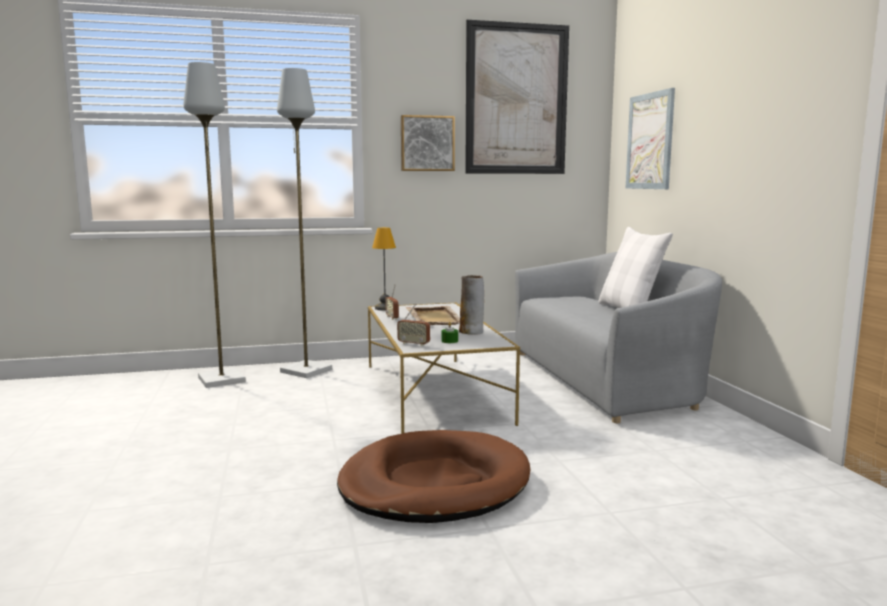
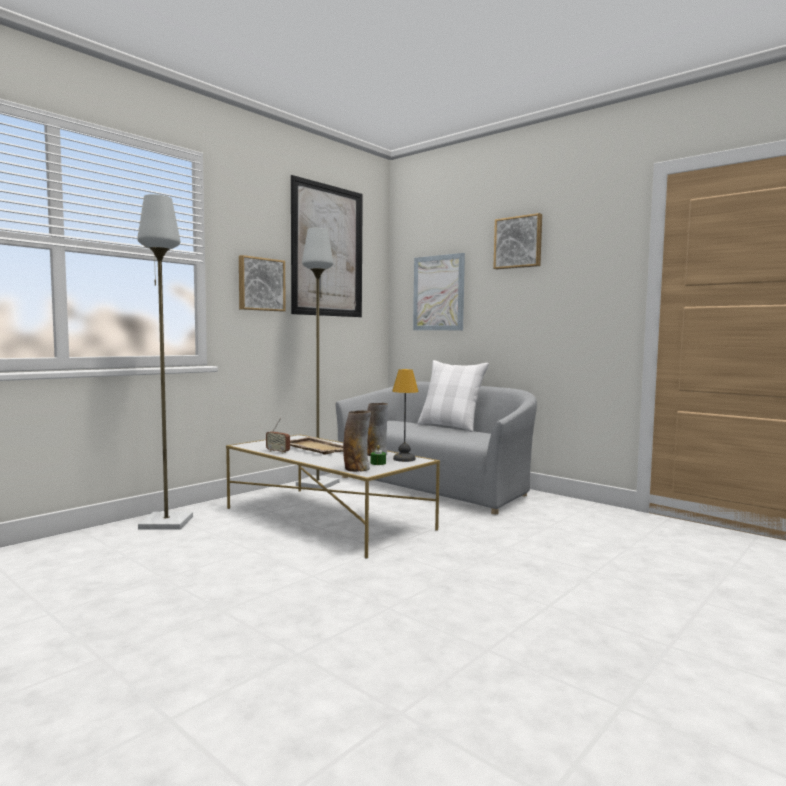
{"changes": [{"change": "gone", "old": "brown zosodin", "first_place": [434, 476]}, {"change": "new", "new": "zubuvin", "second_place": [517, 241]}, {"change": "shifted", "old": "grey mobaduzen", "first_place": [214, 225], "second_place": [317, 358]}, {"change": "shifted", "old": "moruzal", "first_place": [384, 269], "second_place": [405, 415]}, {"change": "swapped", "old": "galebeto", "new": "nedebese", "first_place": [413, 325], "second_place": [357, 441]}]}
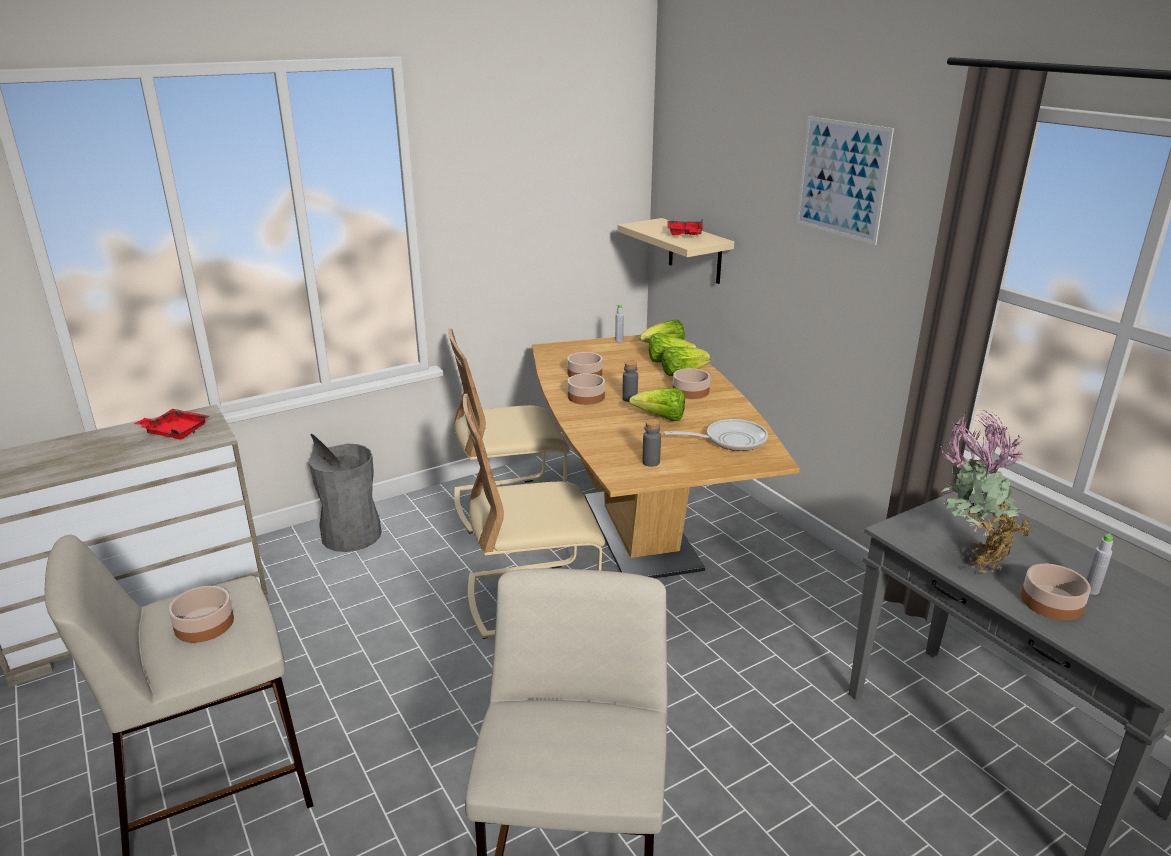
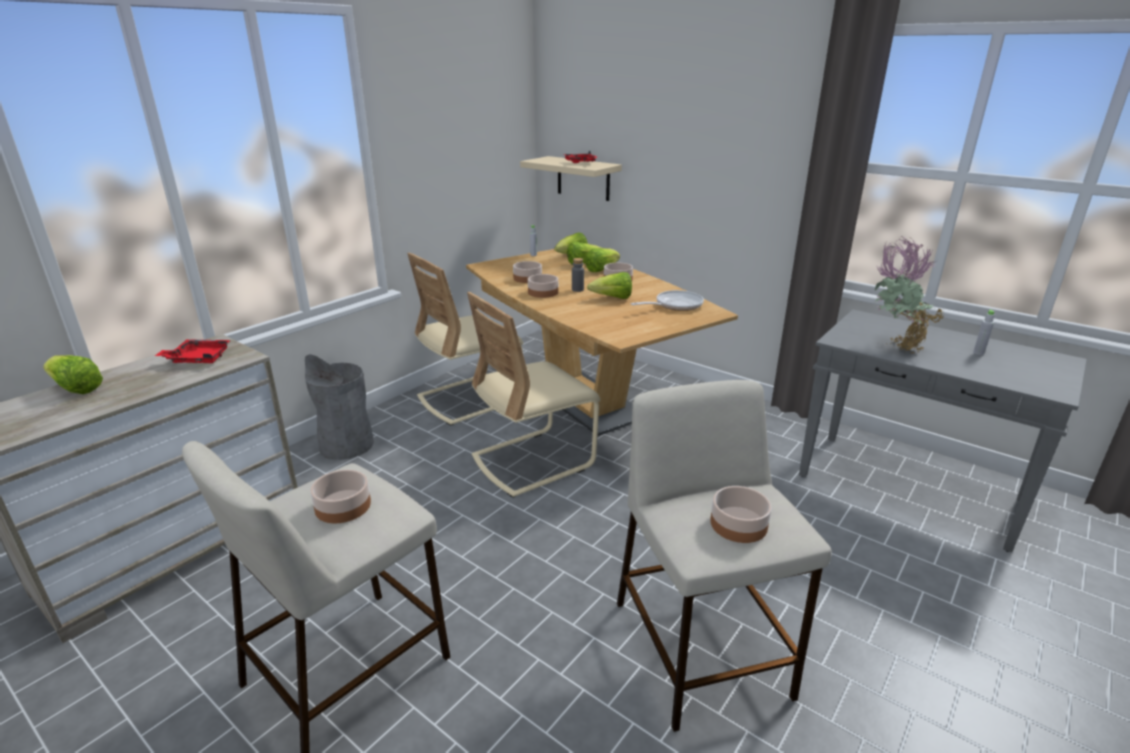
{"changes": [{"change": "gone", "old": "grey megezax", "first_place": [651, 443]}, {"change": "gone", "old": "zubuvin", "first_place": [845, 180]}, {"change": "new", "new": "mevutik", "second_place": [73, 374]}, {"change": "shifted", "old": "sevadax", "first_place": [1056, 592], "second_place": [741, 514]}]}
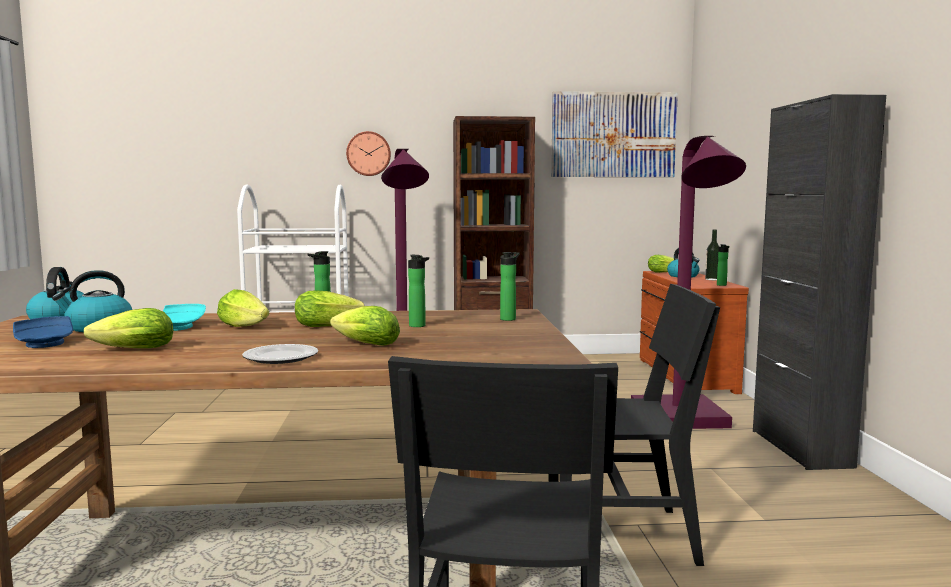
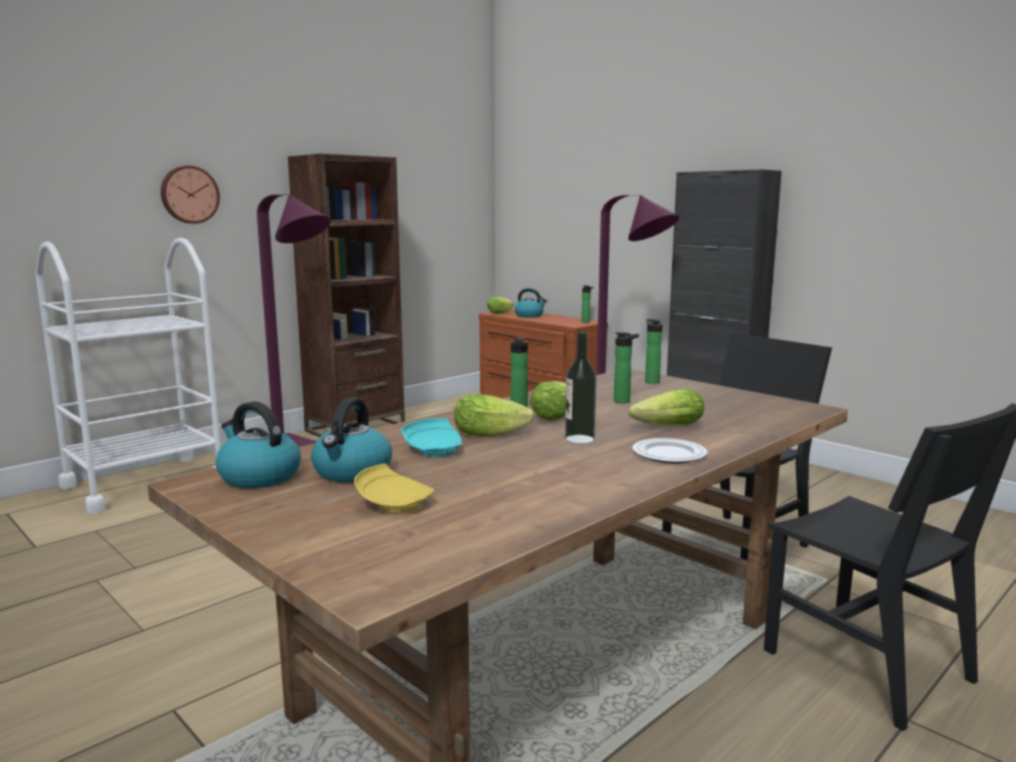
{"changes": [{"change": "gone", "old": "mevutik", "first_place": [128, 328]}, {"change": "gone", "old": "zubuvin", "first_place": [614, 134]}, {"change": "shifted", "old": "megezax", "first_place": [712, 255], "second_place": [580, 388]}, {"change": "repainted", "old": "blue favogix", "new": "yellow favogix", "first_place": [43, 332], "second_place": [394, 488]}]}
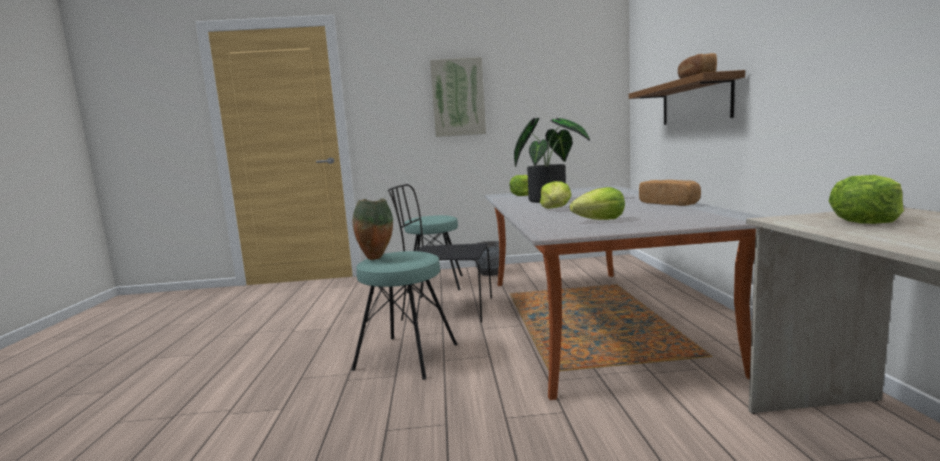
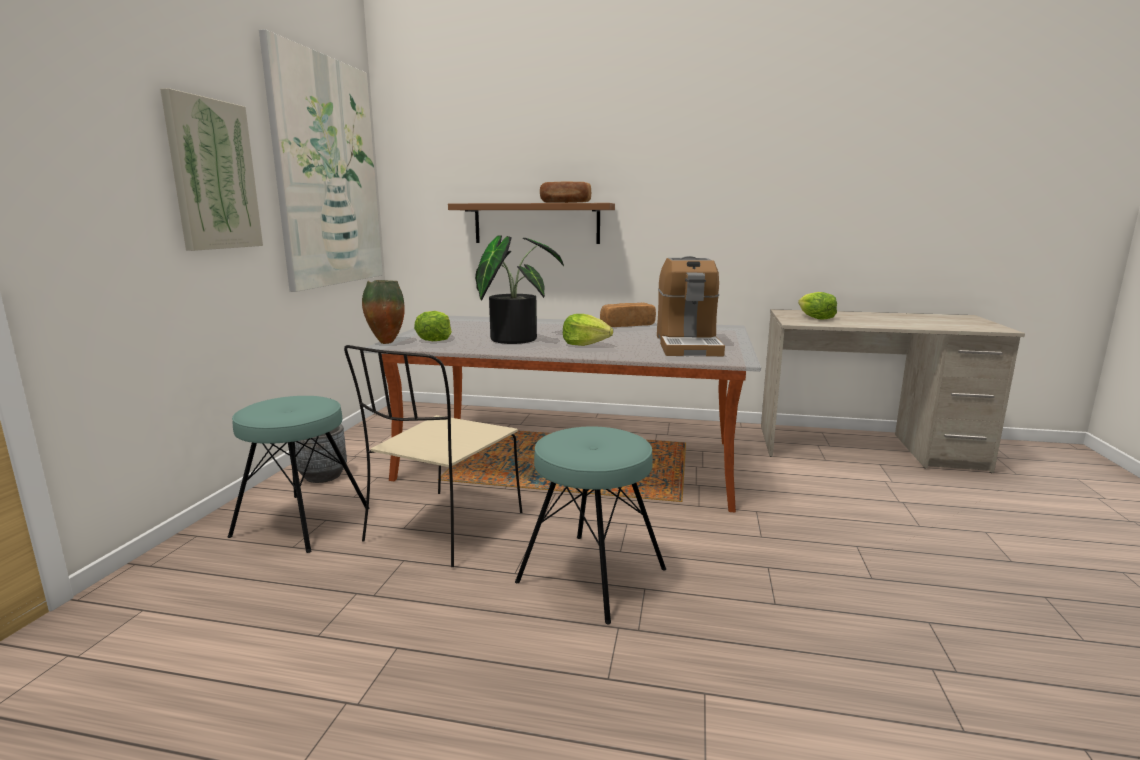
{"changes": [{"change": "new", "new": "zubuvin", "second_place": [321, 160]}, {"change": "shifted", "old": "nedebese", "first_place": [373, 229], "second_place": [383, 312]}, {"change": "swapped", "old": "mevutik", "new": "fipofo", "first_place": [597, 203], "second_place": [691, 306]}, {"change": "repainted", "old": "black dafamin", "new": "beige dafamin", "first_place": [440, 253], "second_place": [433, 456]}]}
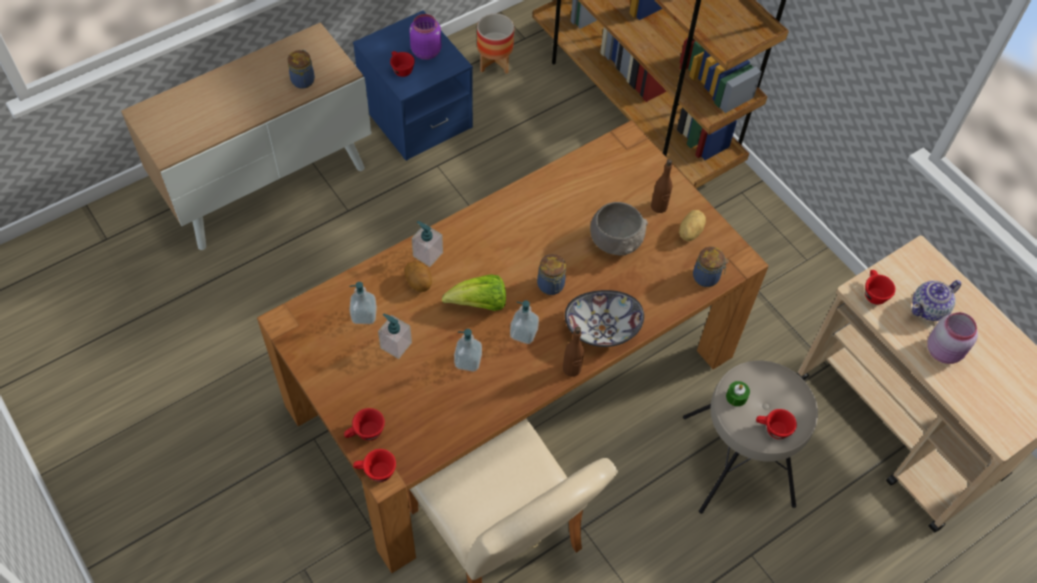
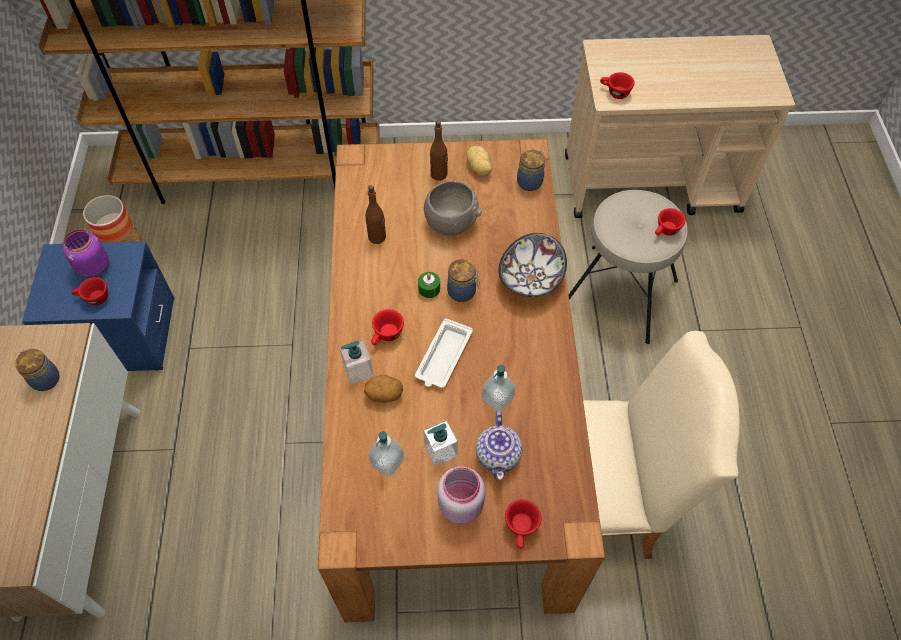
{"changes": [{"change": "gone", "old": "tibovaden", "first_place": [524, 322]}, {"change": "shifted", "old": "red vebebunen", "first_place": [374, 465], "second_place": [387, 327]}, {"change": "shifted", "old": "brown megezax", "first_place": [573, 352], "second_place": [375, 214]}, {"change": "shifted", "old": "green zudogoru", "first_place": [738, 394], "second_place": [429, 285]}, {"change": "shifted", "old": "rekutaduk", "first_place": [936, 300], "second_place": [499, 445]}, {"change": "shifted", "old": "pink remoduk", "first_place": [952, 338], "second_place": [461, 495]}, {"change": "swapped", "old": "mevutik", "new": "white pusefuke", "first_place": [474, 292], "second_place": [444, 353]}]}
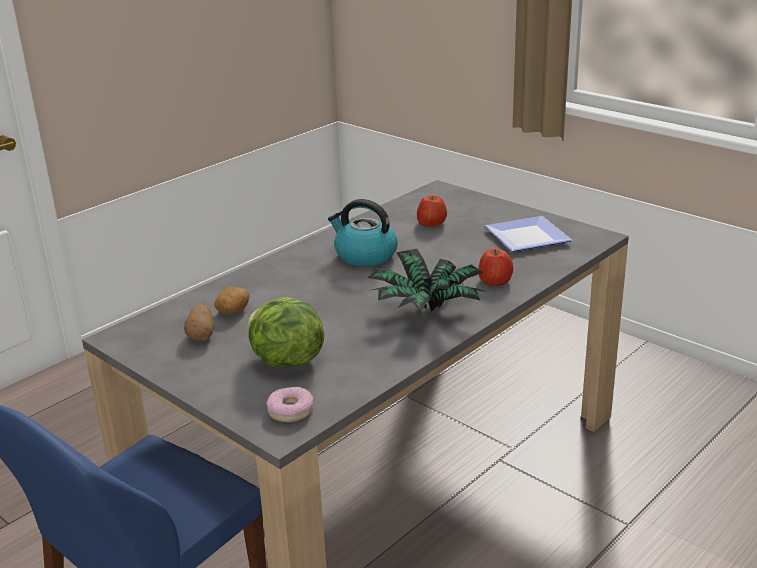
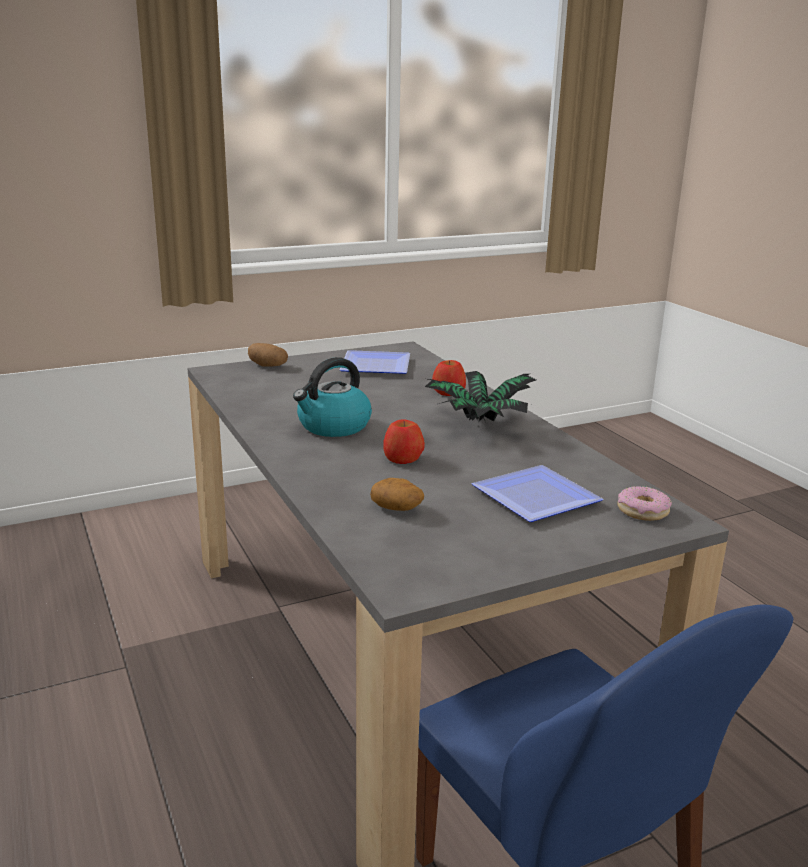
{"changes": [{"change": "shifted", "old": "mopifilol", "first_place": [199, 322], "second_place": [268, 355]}, {"change": "shifted", "old": "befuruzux", "first_place": [432, 211], "second_place": [404, 441]}, {"change": "swapped", "old": "mevutik", "new": "favogix", "first_place": [286, 332], "second_place": [537, 493]}]}
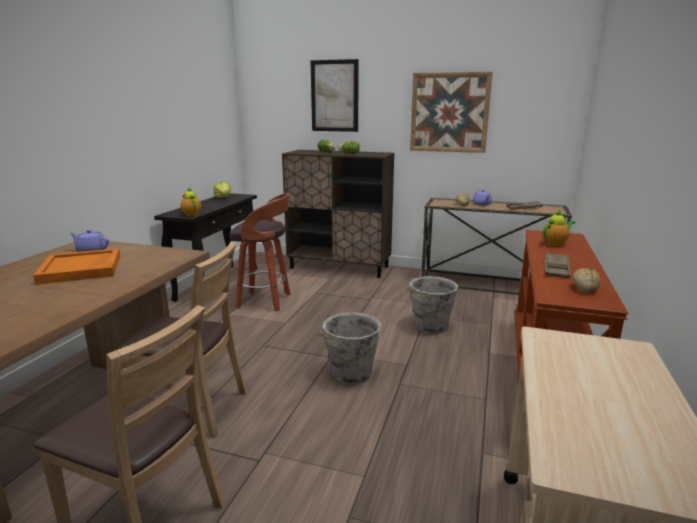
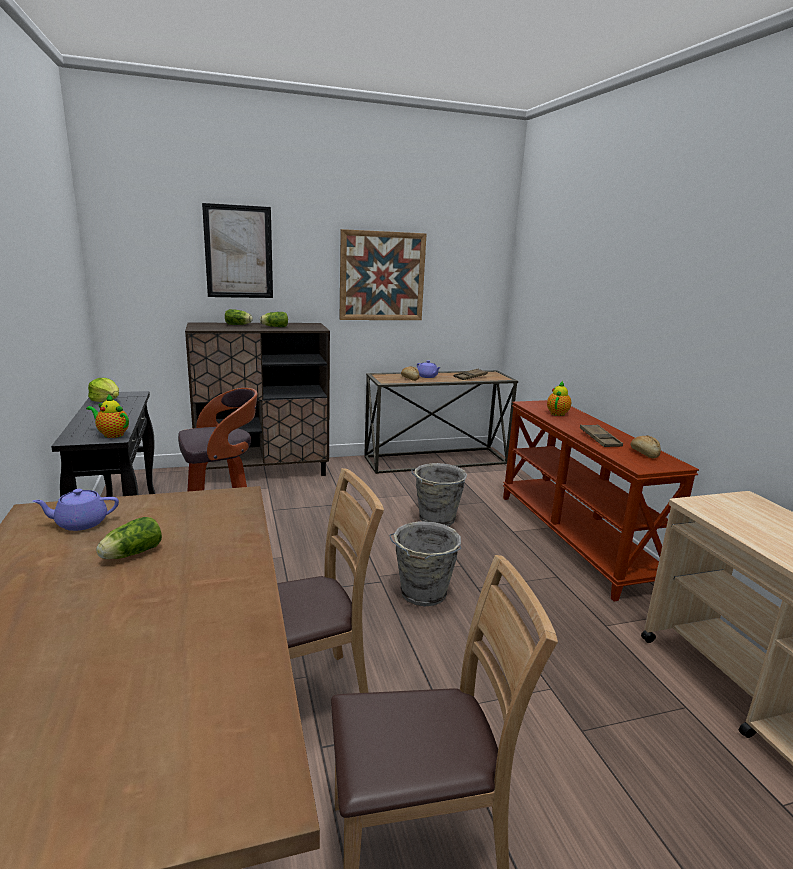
{"changes": [{"change": "swapped", "old": "orange pusefuke", "new": "mevutik", "first_place": [76, 266], "second_place": [129, 538]}]}
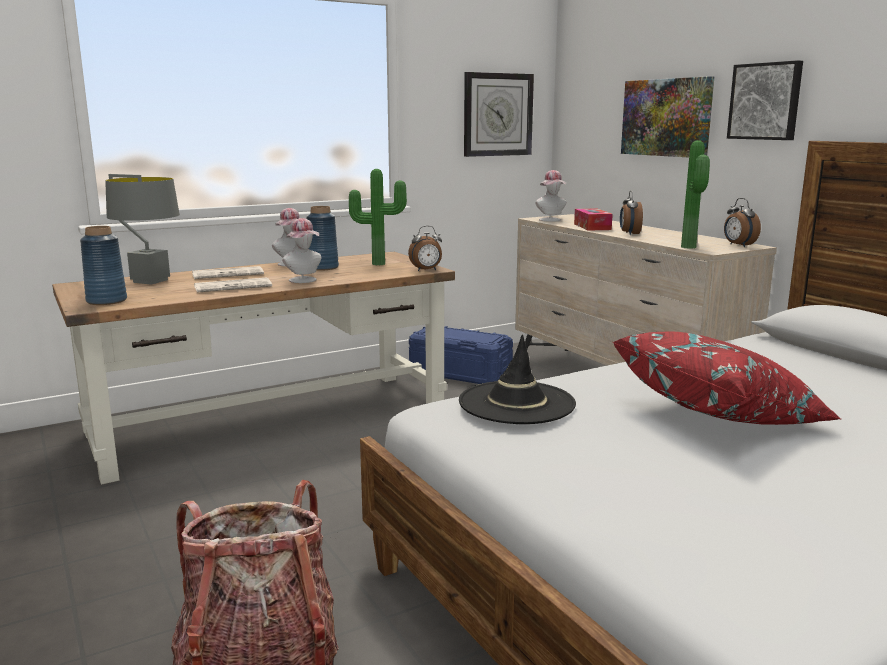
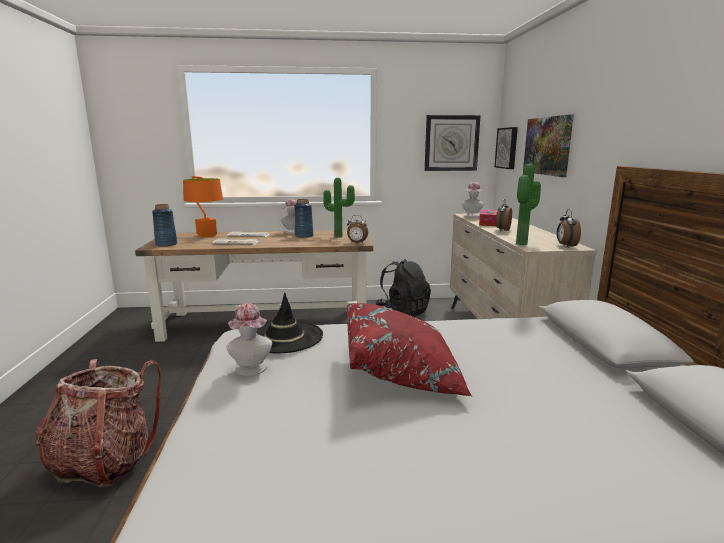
{"changes": [{"change": "shifted", "old": "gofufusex", "first_place": [301, 250], "second_place": [249, 339]}, {"change": "shifted", "old": "zubuvin", "first_place": [765, 100], "second_place": [506, 148]}, {"change": "swapped", "old": "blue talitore", "new": "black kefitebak", "first_place": [461, 355], "second_place": [403, 288]}, {"change": "repainted", "old": "grey moruzal", "new": "orange moruzal", "first_place": [142, 229], "second_place": [203, 207]}]}
